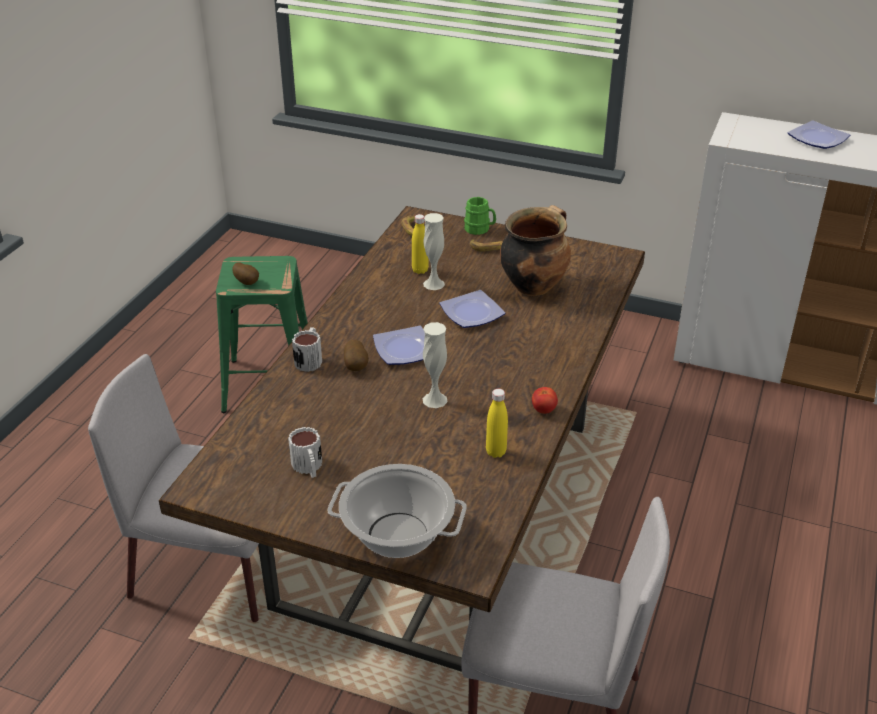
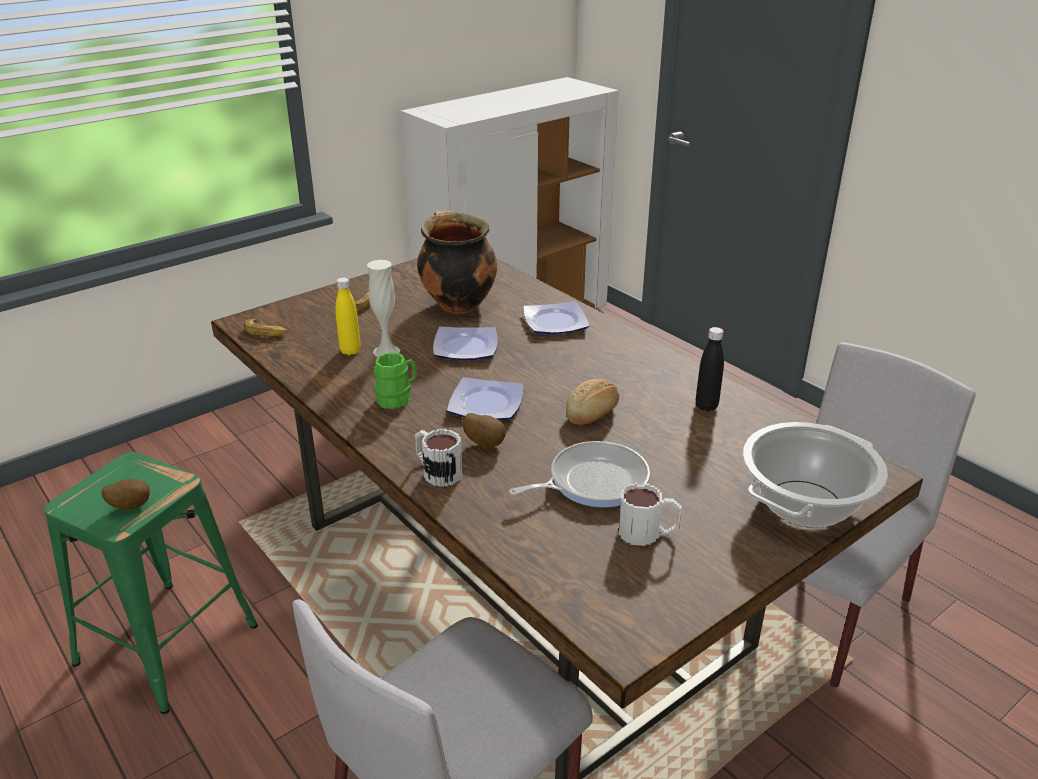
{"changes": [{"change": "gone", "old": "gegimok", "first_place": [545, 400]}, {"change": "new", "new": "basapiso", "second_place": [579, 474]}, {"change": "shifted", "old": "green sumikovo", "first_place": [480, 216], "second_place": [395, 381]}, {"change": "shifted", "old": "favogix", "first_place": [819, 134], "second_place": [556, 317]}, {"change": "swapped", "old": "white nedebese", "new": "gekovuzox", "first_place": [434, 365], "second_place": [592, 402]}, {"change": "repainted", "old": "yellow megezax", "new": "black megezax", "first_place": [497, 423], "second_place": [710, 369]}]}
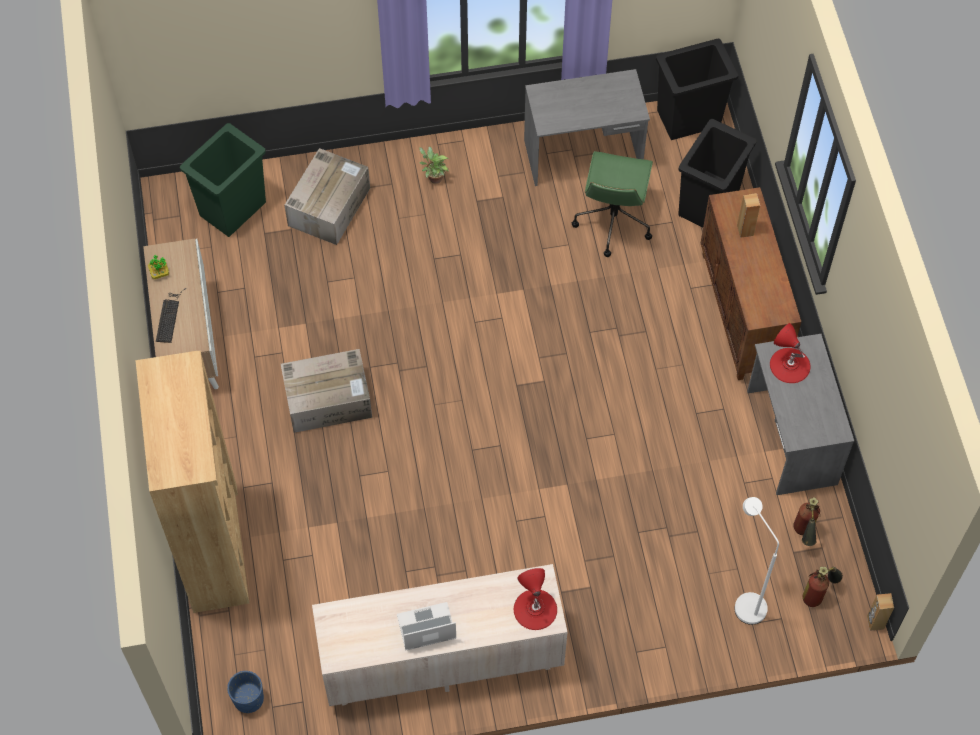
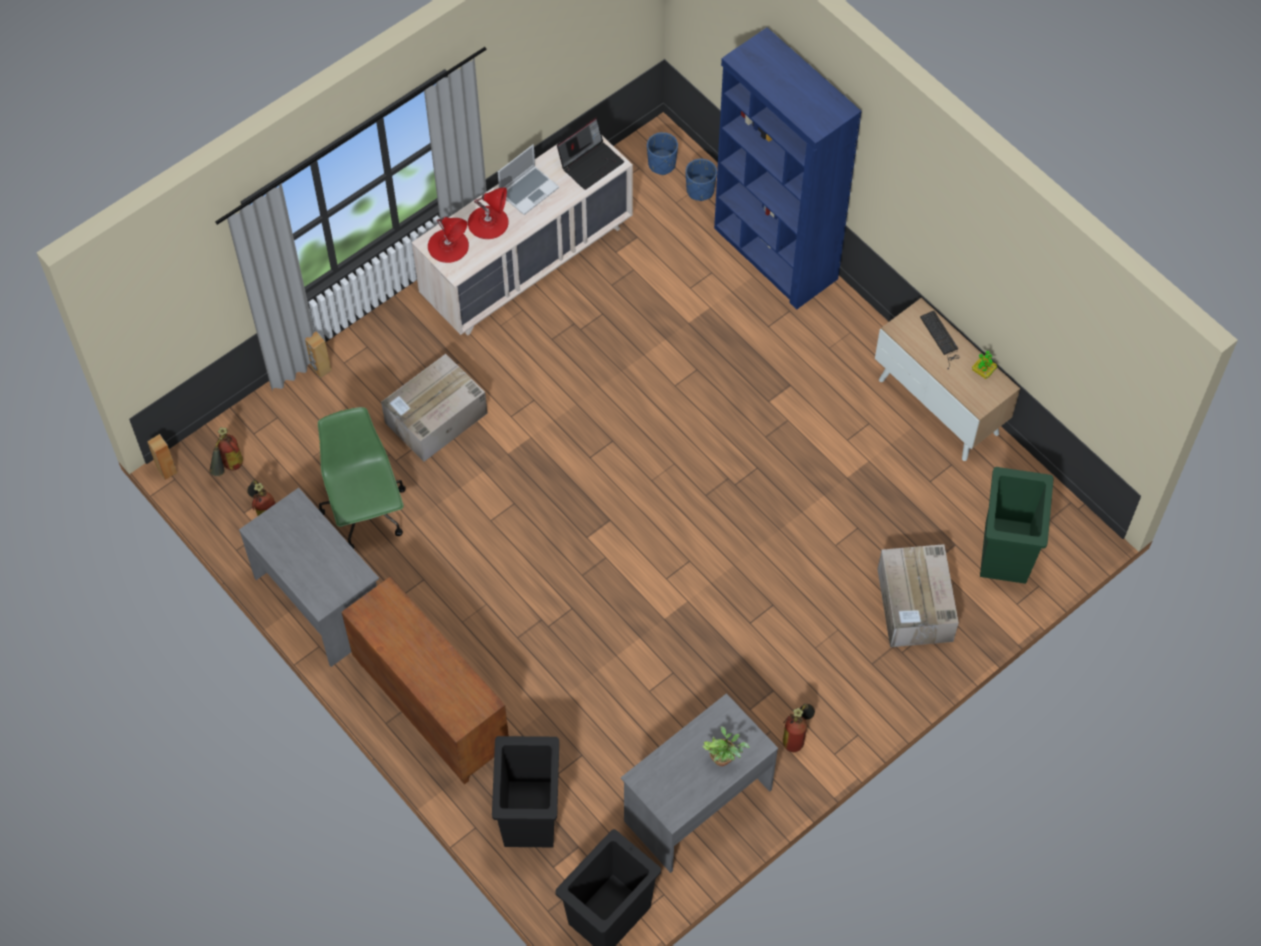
{"changes": [{"change": "gone", "old": "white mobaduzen", "first_place": [757, 561]}, {"change": "new", "new": "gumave", "second_place": [590, 153]}, {"change": "new", "new": "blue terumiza", "second_place": [701, 180]}, {"change": "new", "new": "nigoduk", "second_place": [799, 728]}, {"change": "shifted", "old": "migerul", "first_place": [326, 391], "second_place": [434, 408]}, {"change": "shifted", "old": "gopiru", "first_place": [434, 165], "second_place": [726, 746]}, {"change": "shifted", "old": "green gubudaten", "first_place": [612, 204], "second_place": [362, 478]}, {"change": "shifted", "old": "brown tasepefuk", "first_place": [748, 215], "second_place": [318, 354]}, {"change": "shifted", "old": "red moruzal", "first_place": [790, 353], "second_place": [488, 213]}, {"change": "repainted", "old": "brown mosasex", "new": "blue mosasex", "first_place": [192, 482], "second_place": [788, 168]}]}
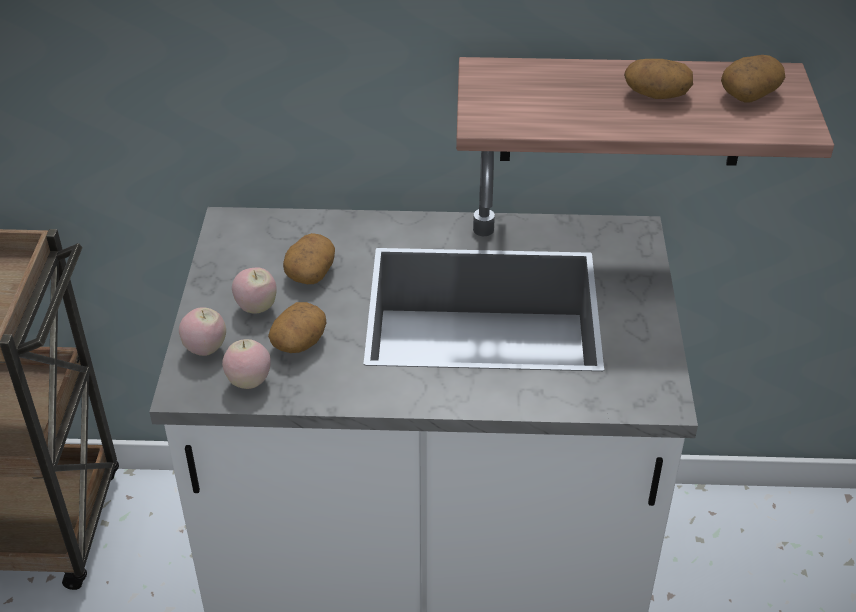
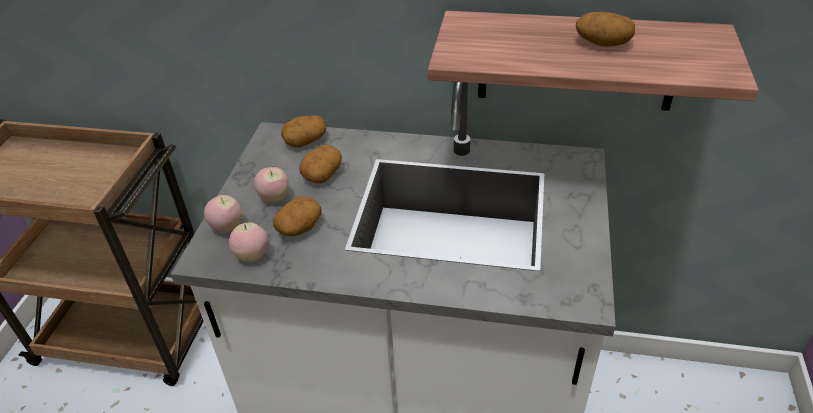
{"changes": [{"change": "shifted", "old": "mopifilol", "first_place": [753, 79], "second_place": [303, 131]}]}
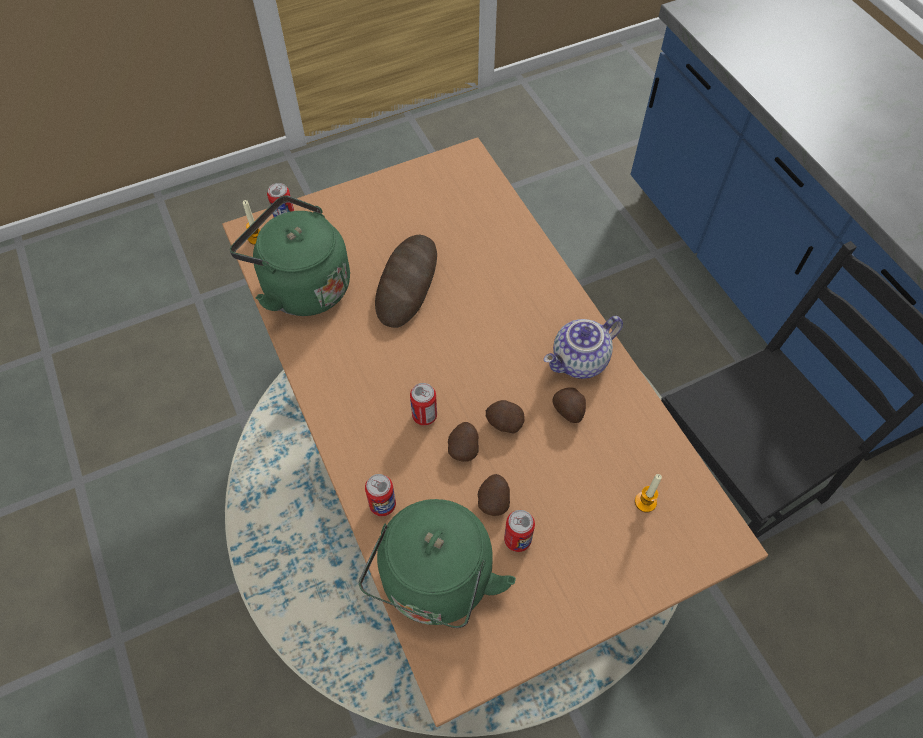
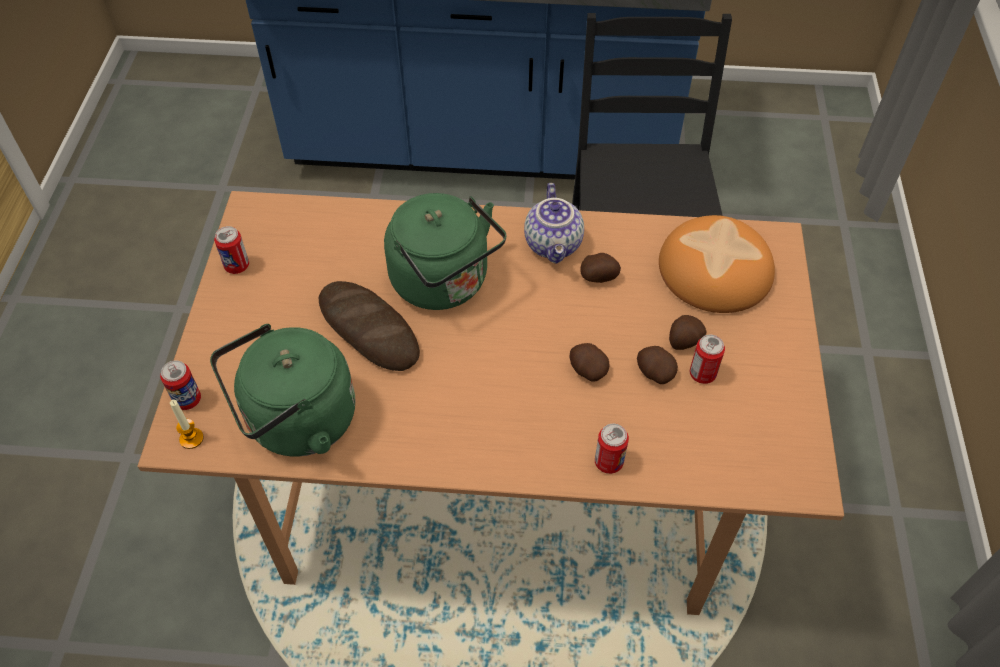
{"changes": [{"change": "shifted", "old": "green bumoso", "first_place": [437, 563], "second_place": [445, 251]}, {"change": "shifted", "old": "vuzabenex", "first_place": [423, 404], "second_place": [231, 250]}, {"change": "shifted", "old": "mopifilol", "first_place": [505, 416], "second_place": [688, 332]}, {"change": "swapped", "old": "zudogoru", "new": "gekovuzox", "first_place": [648, 493], "second_place": [717, 264]}]}
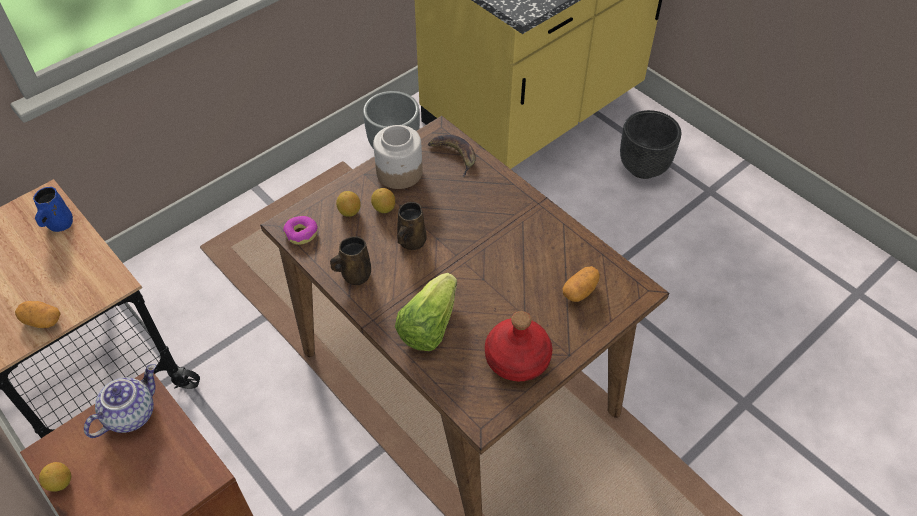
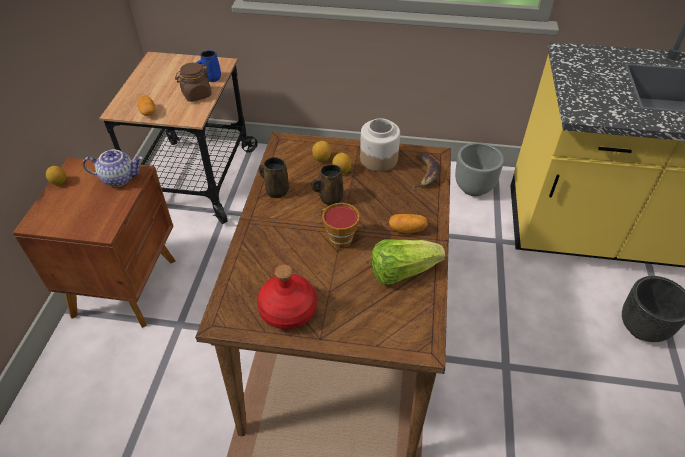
{"changes": [{"change": "gone", "old": "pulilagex", "first_place": [300, 230]}, {"change": "new", "new": "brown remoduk", "second_place": [193, 82]}, {"change": "new", "new": "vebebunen", "second_place": [340, 225]}, {"change": "shifted", "old": "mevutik", "first_place": [426, 312], "second_place": [408, 262]}, {"change": "shifted", "old": "mopifilol", "first_place": [581, 284], "second_place": [408, 224]}]}
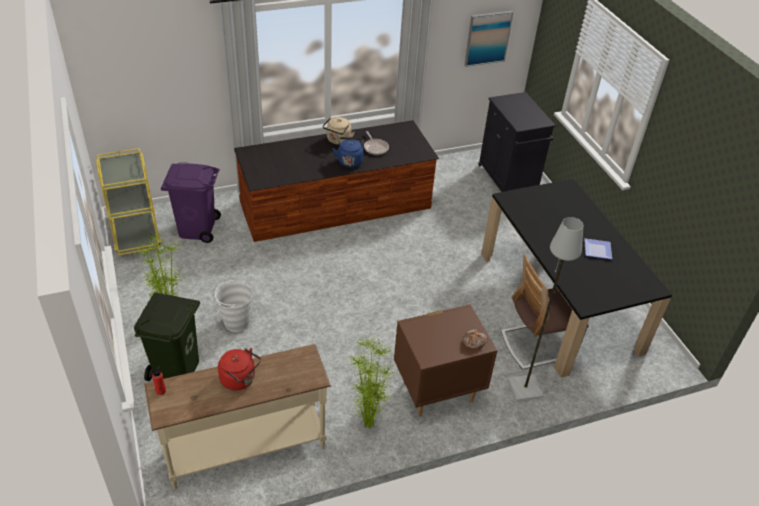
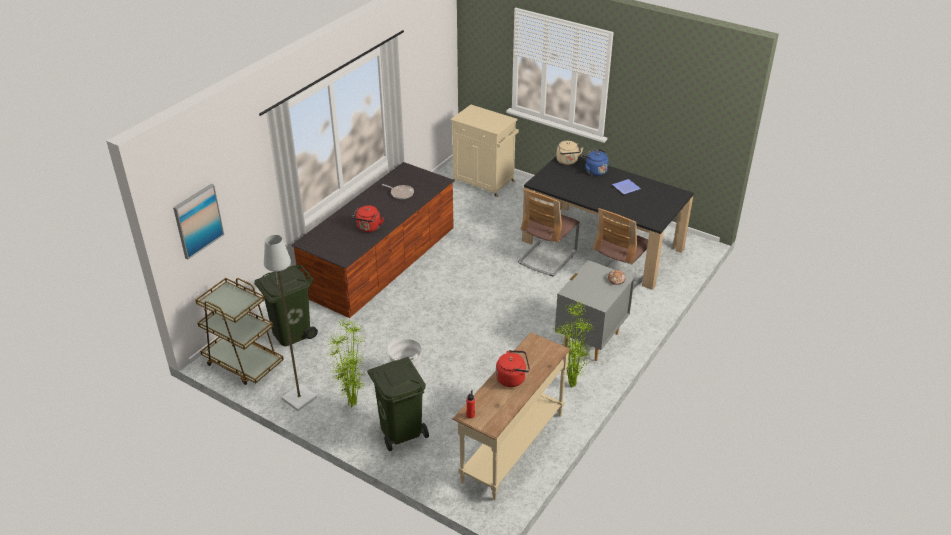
{"changes": [{"change": "new", "new": "red bumoso", "second_place": [368, 218]}, {"change": "new", "new": "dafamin", "second_place": [549, 233]}, {"change": "shifted", "old": "beige bumoso", "first_place": [339, 131], "second_place": [569, 153]}, {"change": "shifted", "old": "blue bumoso", "first_place": [348, 152], "second_place": [595, 162]}, {"change": "shifted", "old": "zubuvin", "first_place": [489, 39], "second_place": [198, 221]}, {"change": "shifted", "old": "grey mobaduzen", "first_place": [545, 309], "second_place": [290, 323]}, {"change": "repainted", "old": "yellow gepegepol", "new": "brown gepegepol", "first_place": [129, 201], "second_place": [239, 331]}, {"change": "repainted", "old": "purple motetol", "new": "green motetol", "first_place": [191, 202], "second_place": [286, 305]}, {"change": "repainted", "old": "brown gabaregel", "new": "grey gabaregel", "first_place": [446, 360], "second_place": [595, 310]}, {"change": "repainted", "old": "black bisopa", "new": "beige bisopa", "first_place": [517, 142], "second_place": [484, 151]}]}
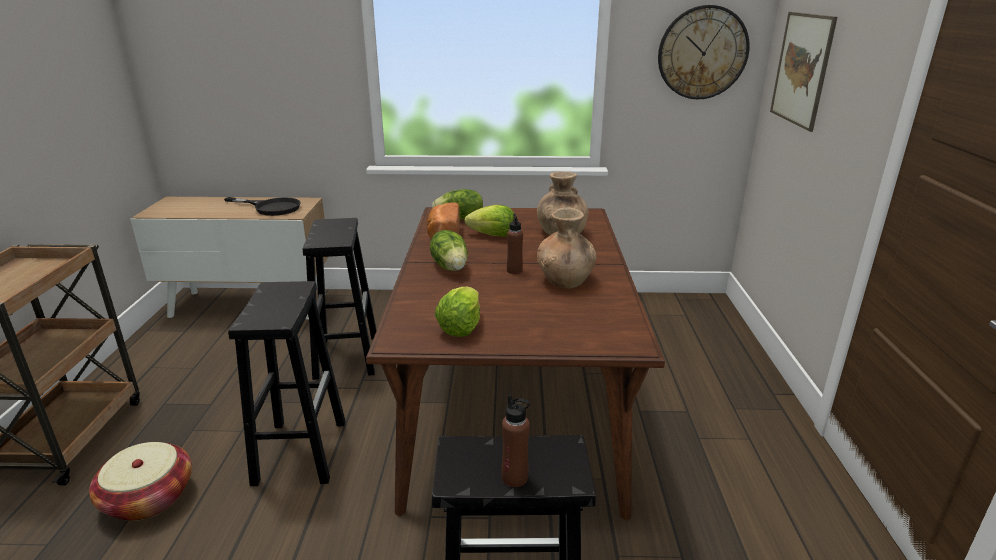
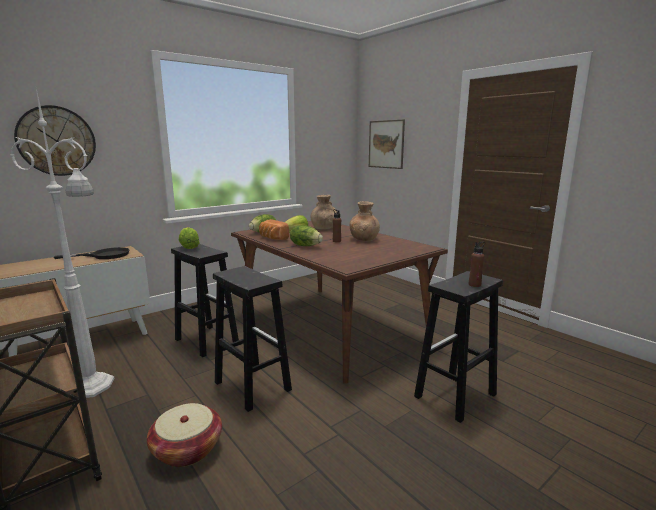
{"changes": [{"change": "new", "new": "white mobaduzen", "second_place": [62, 243]}, {"change": "shifted", "old": "mevutik", "first_place": [457, 312], "second_place": [189, 238]}, {"change": "shifted", "old": "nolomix", "first_place": [704, 52], "second_place": [55, 140]}]}
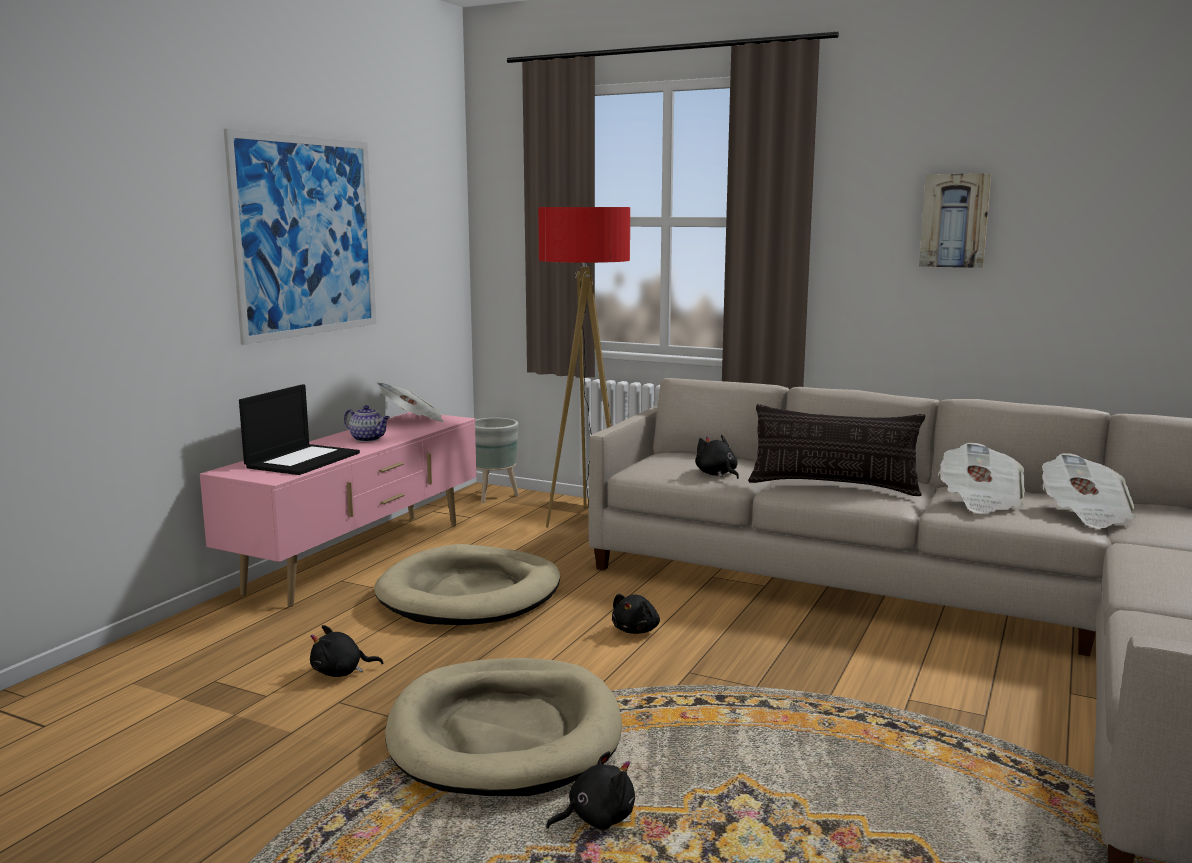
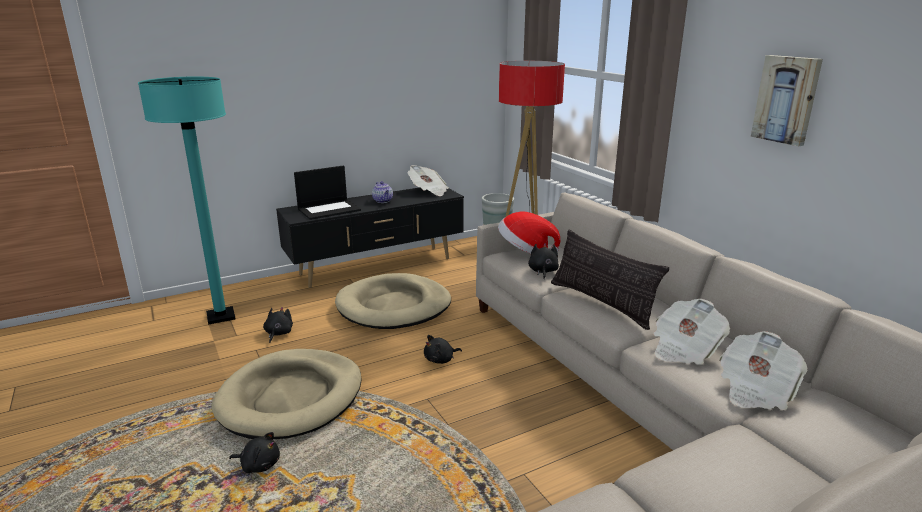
{"changes": [{"change": "gone", "old": "zubuvin", "first_place": [300, 237]}, {"change": "new", "new": "turquoise mobaduzen", "second_place": [186, 201]}, {"change": "new", "new": "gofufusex", "second_place": [529, 232]}, {"change": "repainted", "old": "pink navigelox", "new": "black navigelox", "first_place": [338, 509], "second_place": [370, 238]}, {"change": "rotated", "old": "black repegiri", "first_place": [346, 651], "second_place": [278, 325], "degrees": 75}]}
